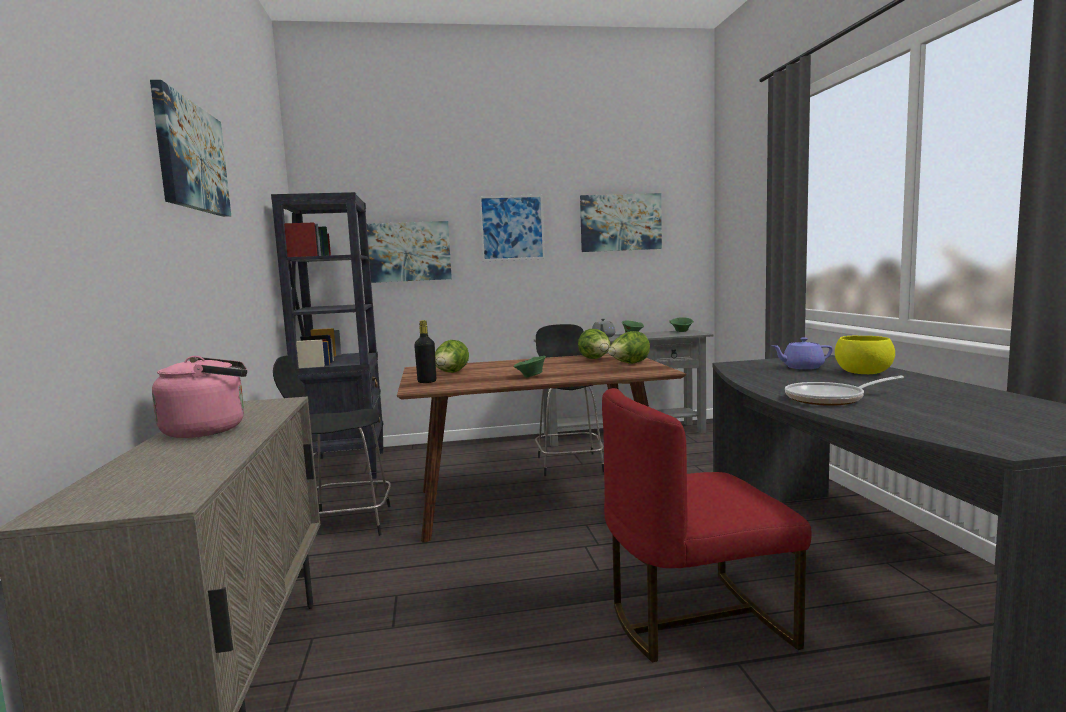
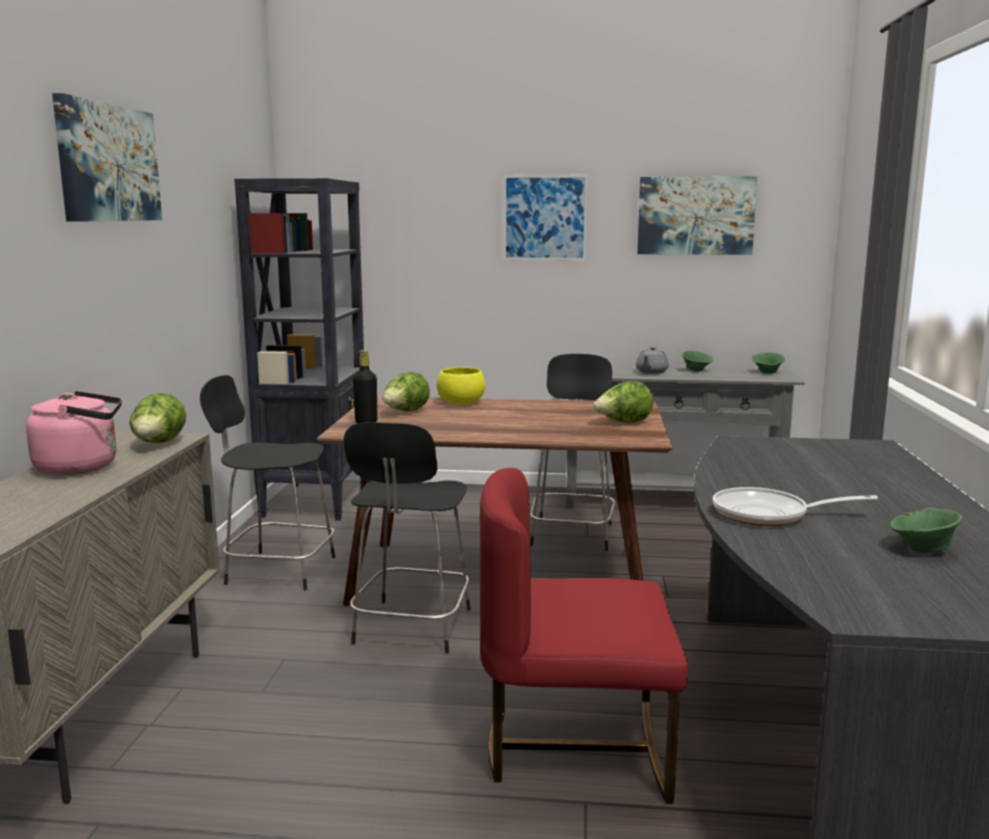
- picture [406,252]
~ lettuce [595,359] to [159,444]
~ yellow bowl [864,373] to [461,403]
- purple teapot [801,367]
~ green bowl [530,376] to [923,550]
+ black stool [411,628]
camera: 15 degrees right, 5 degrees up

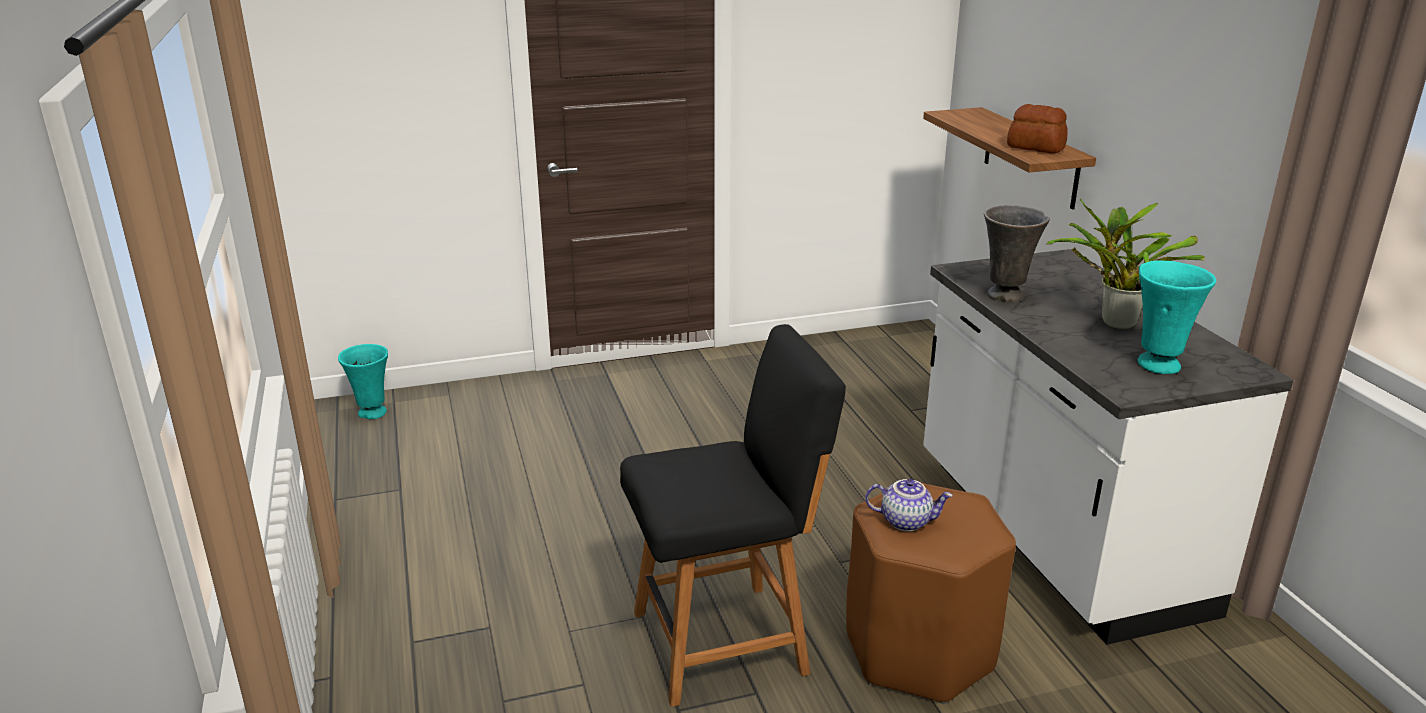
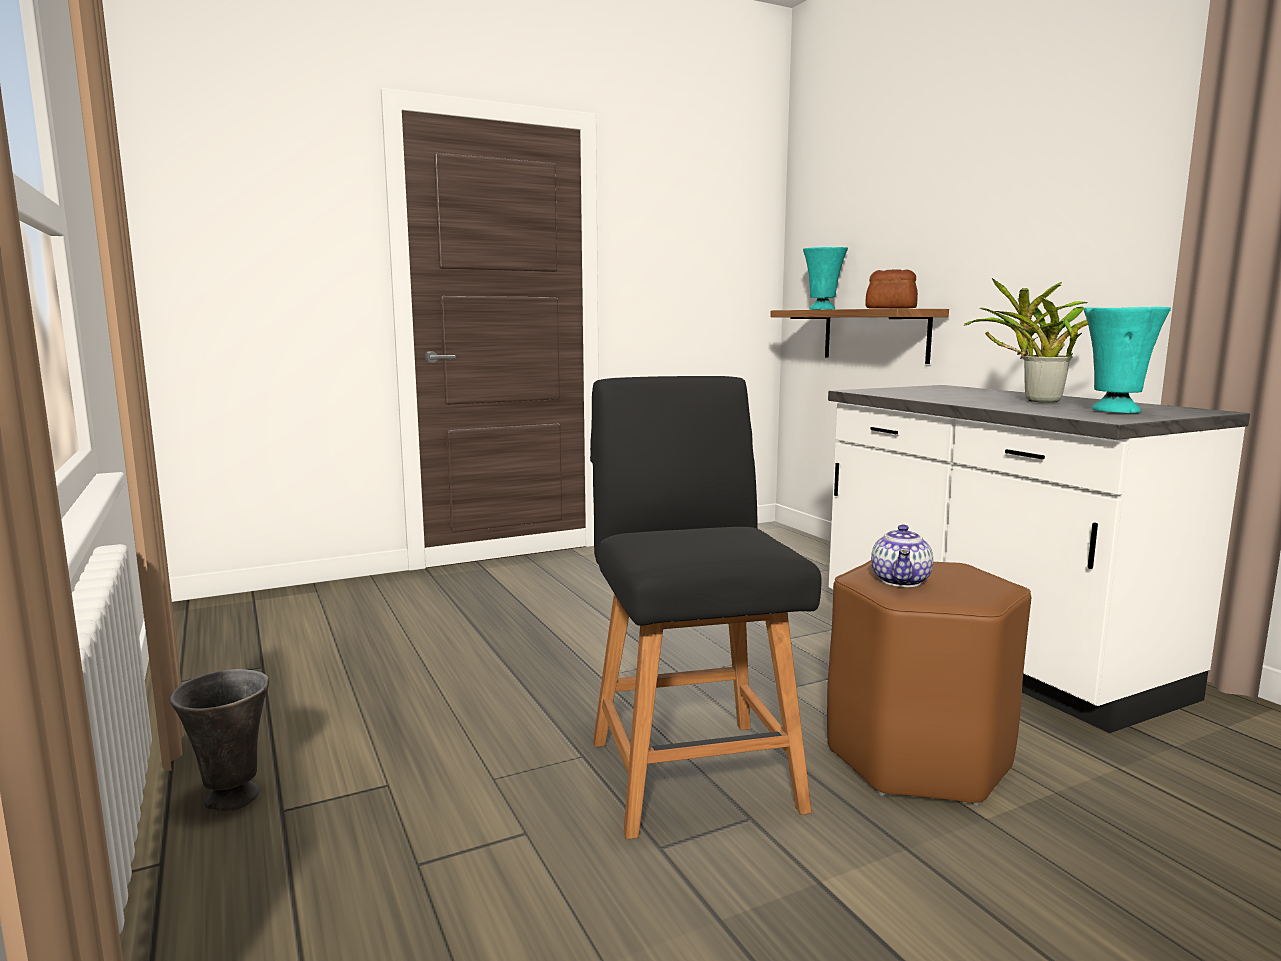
~ grey vase [1006,296] to [232,800]
~ black chair [726,641] = [691,770] 75 degrees counterclockwise
~ turquoise vase [372,413] to [823,309]
~ teapot [906,521] = [902,581] 105 degrees clockwise
camera: 10 degrees left, 15 degrees down

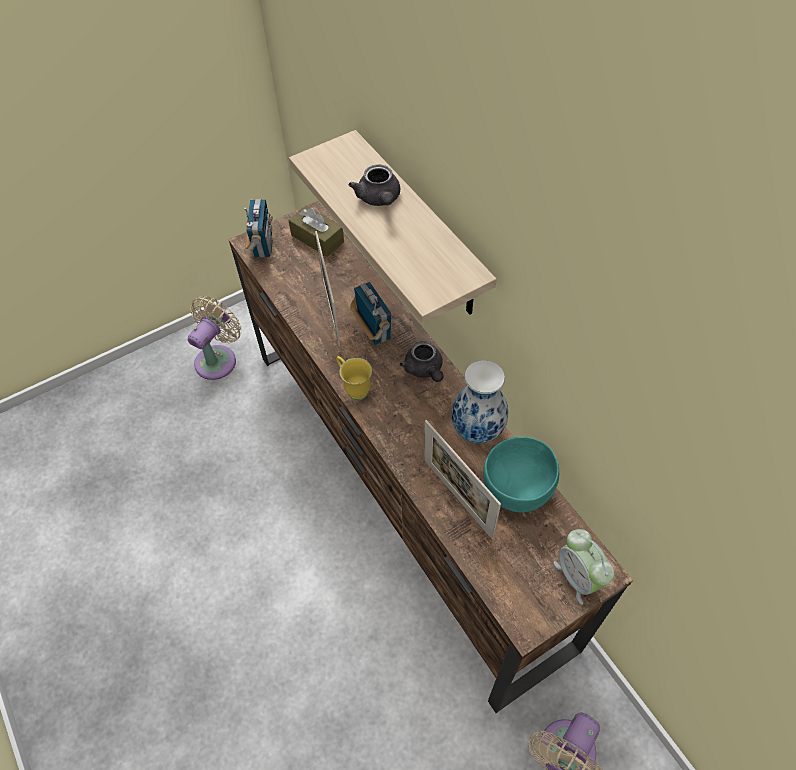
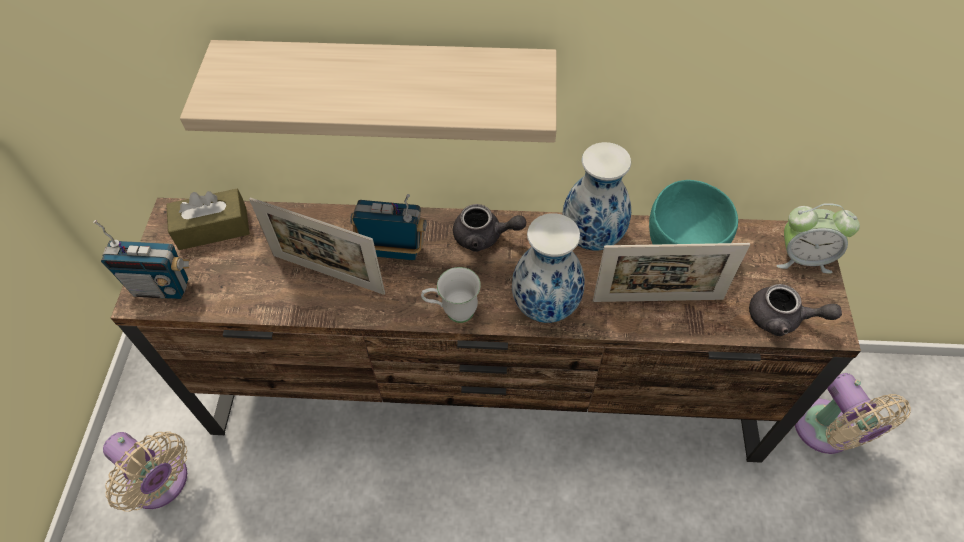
~ grey teapot [379,199] to [782,319]
~ radio [262,246] = [162,287] 150 degrees clockwise
~ beige fan [218,359] = [162,484] 150 degrees clockwise
~ yellow mug [354,388] to white mug [452,312]
+ vase [545,307]
camera: 55 degrees left, 0 degrees up

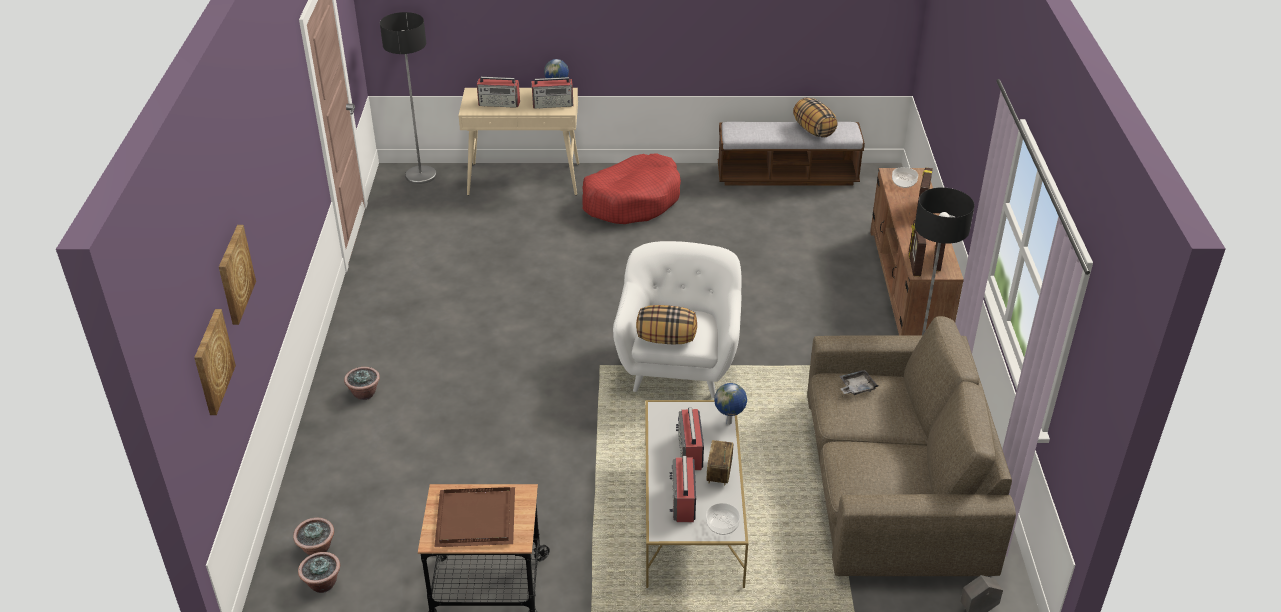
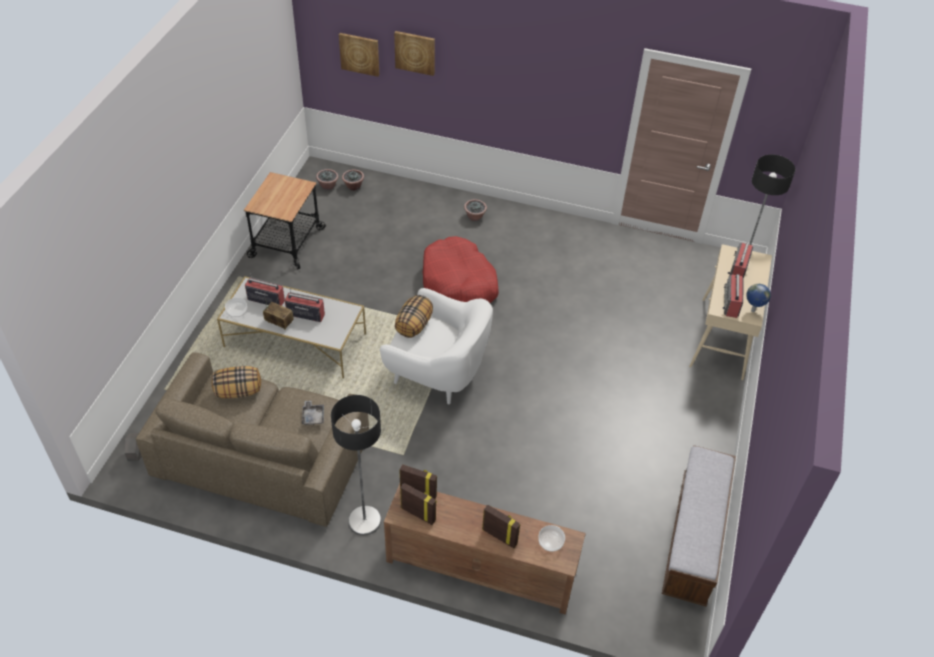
~ pillow [813,130] to [238,391]
~ red dog bed [632,200] to [459,283]
- globe [730,423]
- brown tray [477,517]
camera: 105 degrees right, 10 degrees up

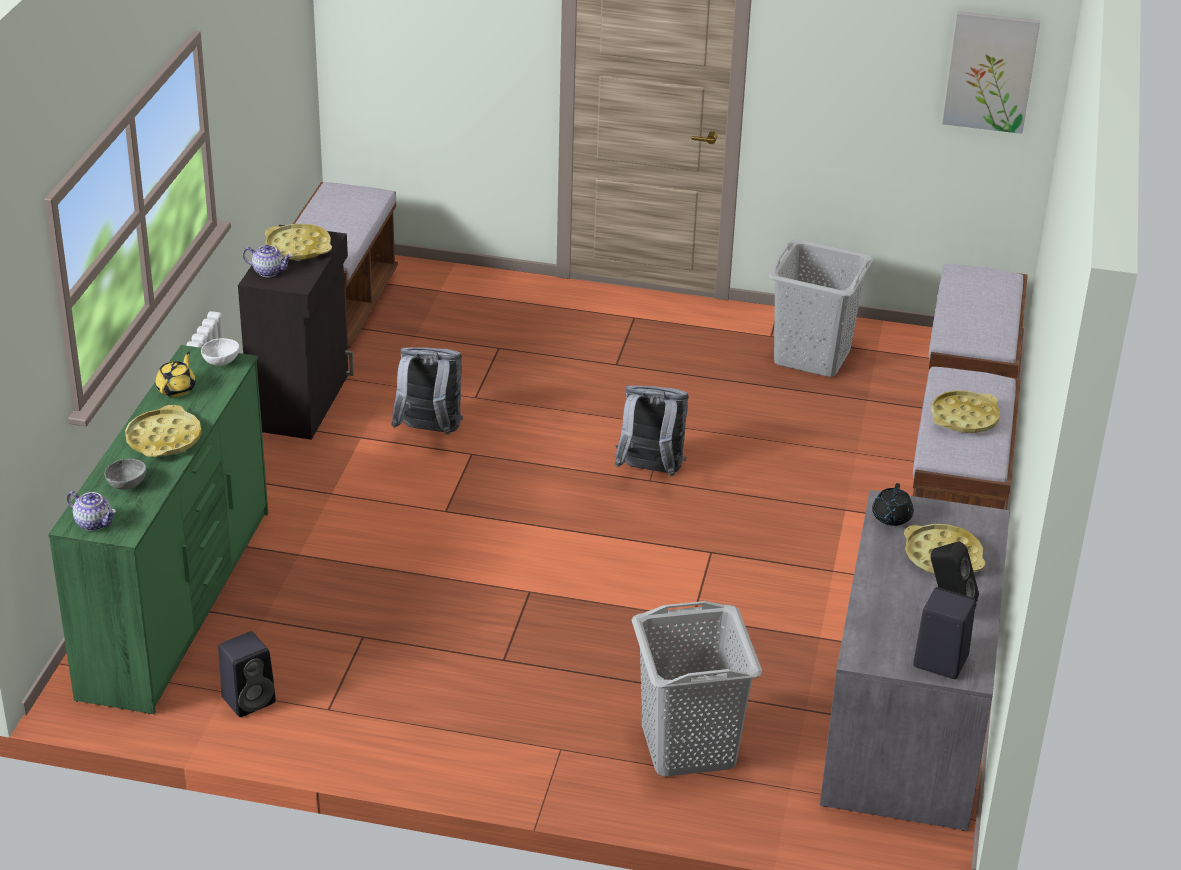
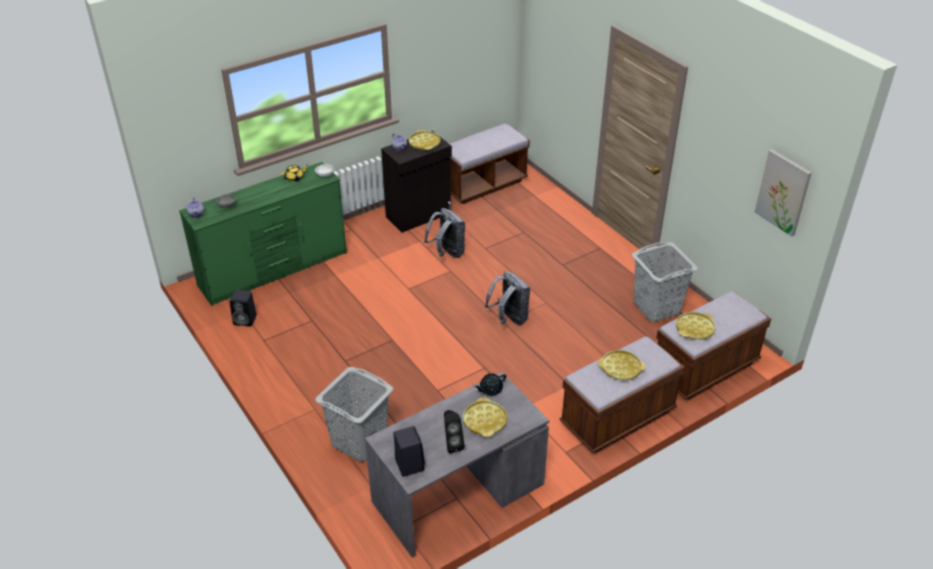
~ yellow tray [164,439] to [695,329]
camera: 45 degrees right, 5 degrees up

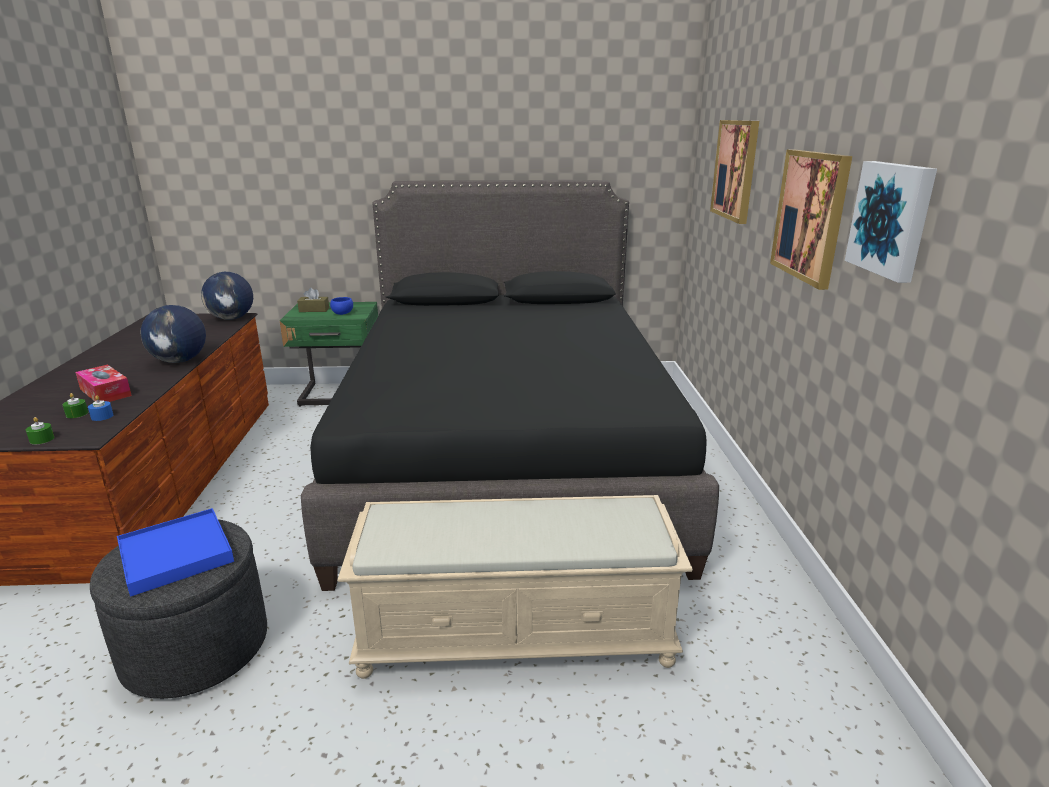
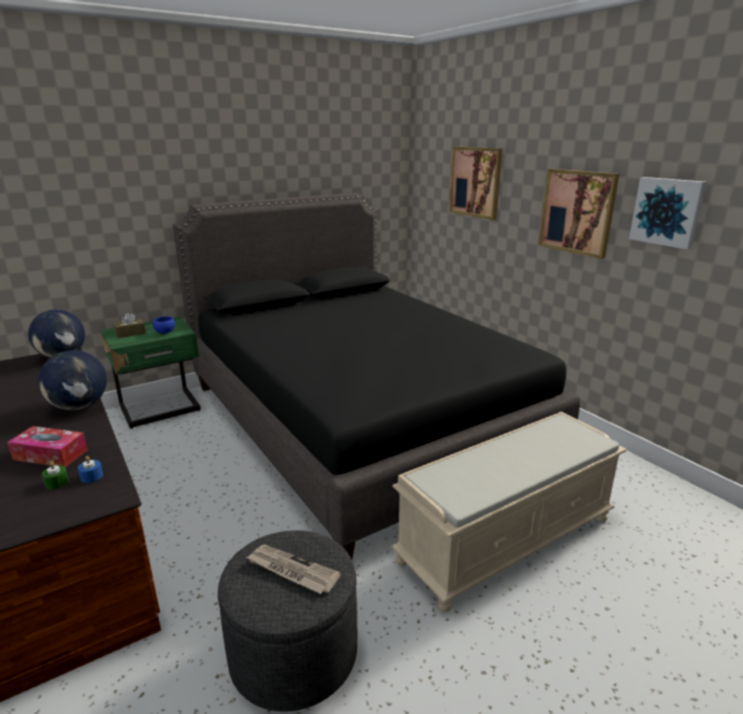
- green candle [42,439]
~ blue tray [175,554] to newspaper [291,571]
camera: 30 degrees left, 0 degrees up

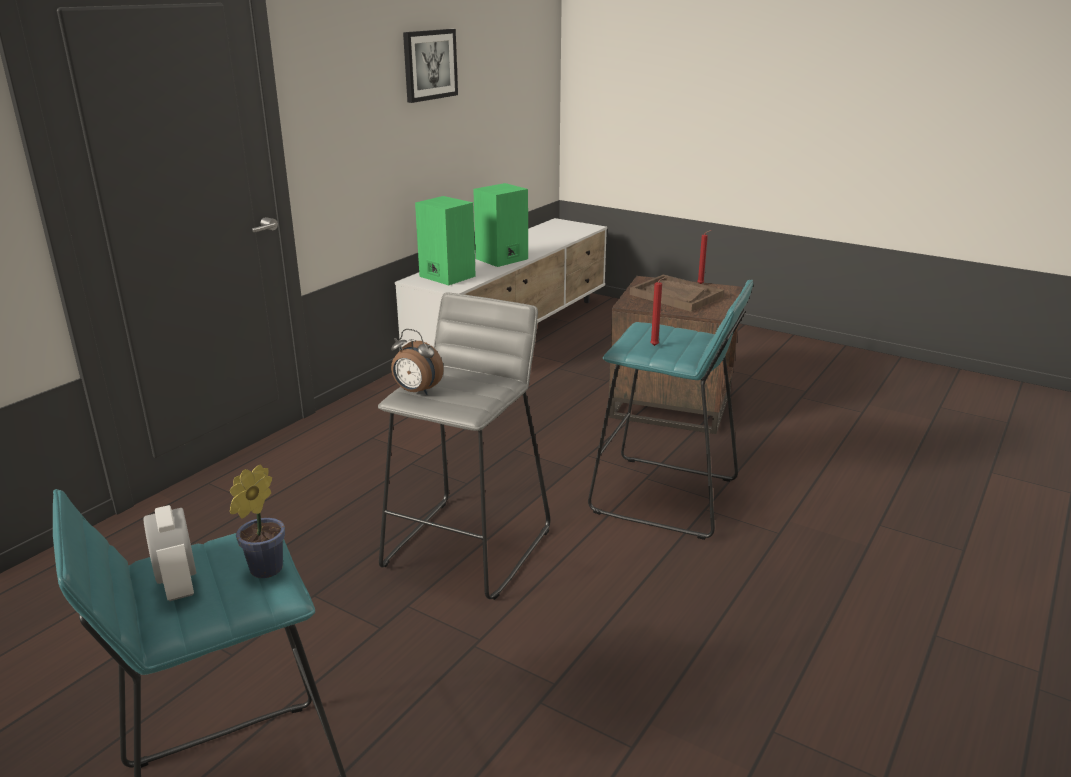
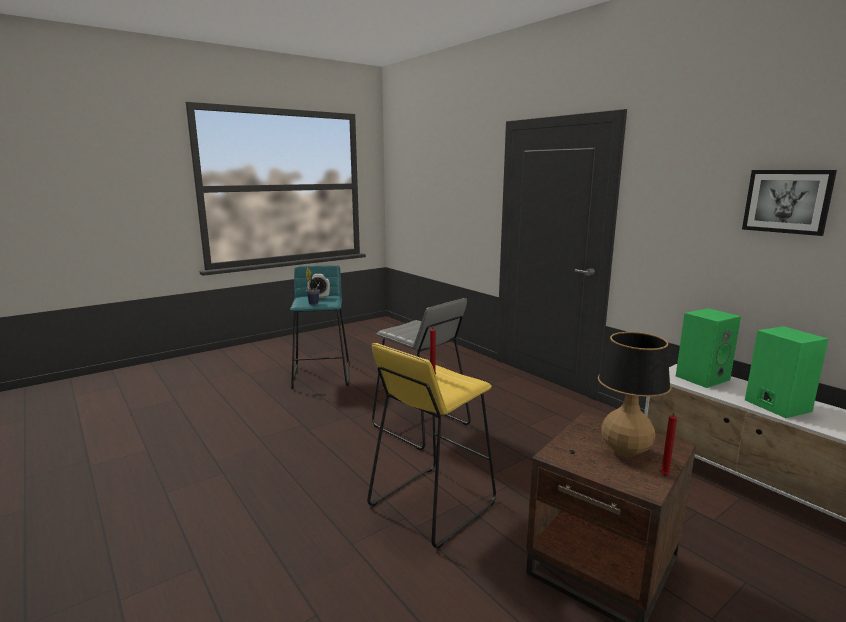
~ brown tray [676,295] to table lamp [617,449]
~ turquoise stool [665,497] to yellow stool [431,504]
- alarm clock [416,391]
camera: 110 degrees right, 10 degrees down

